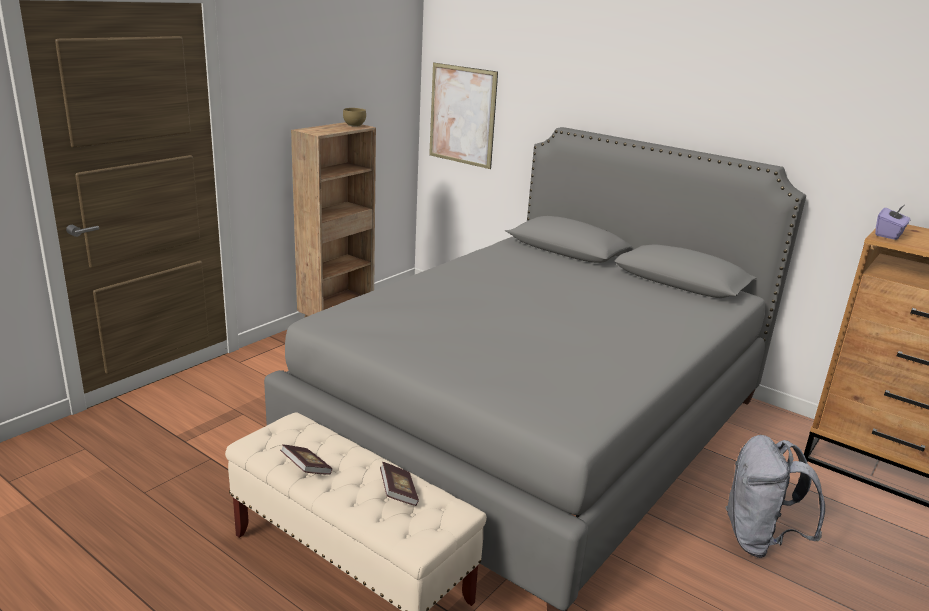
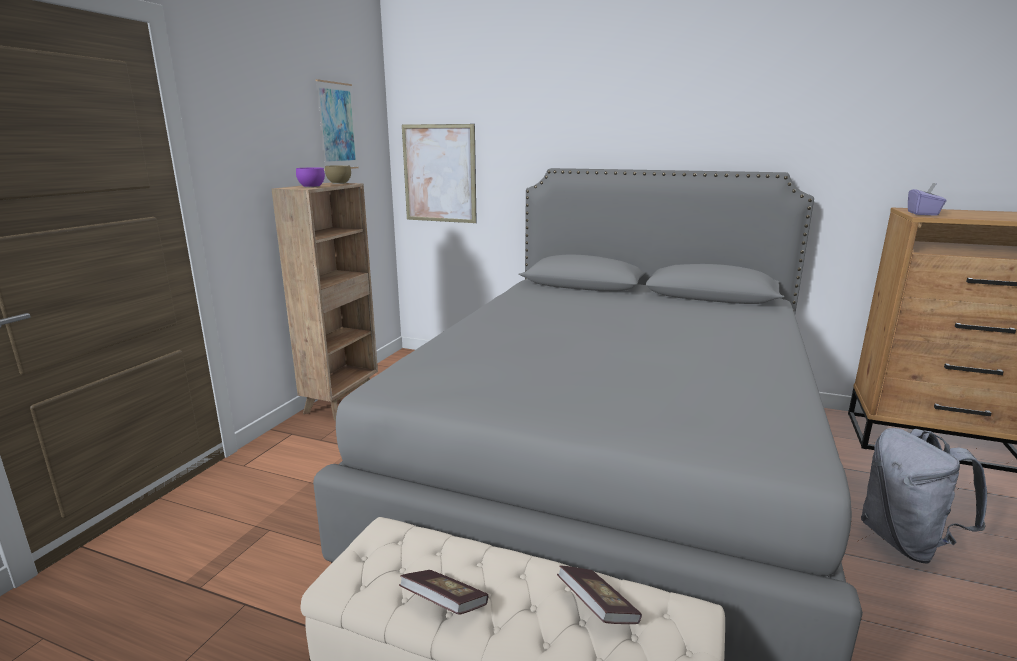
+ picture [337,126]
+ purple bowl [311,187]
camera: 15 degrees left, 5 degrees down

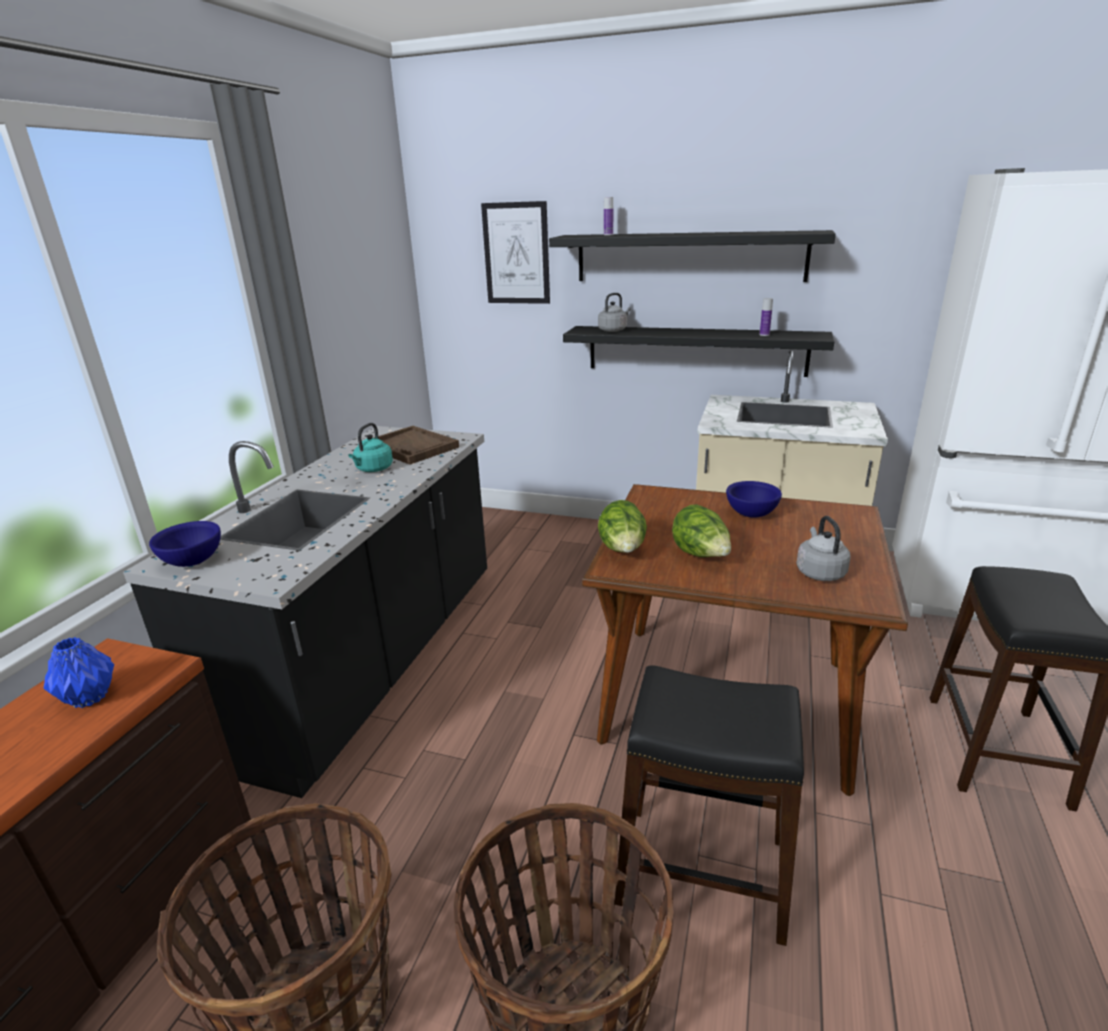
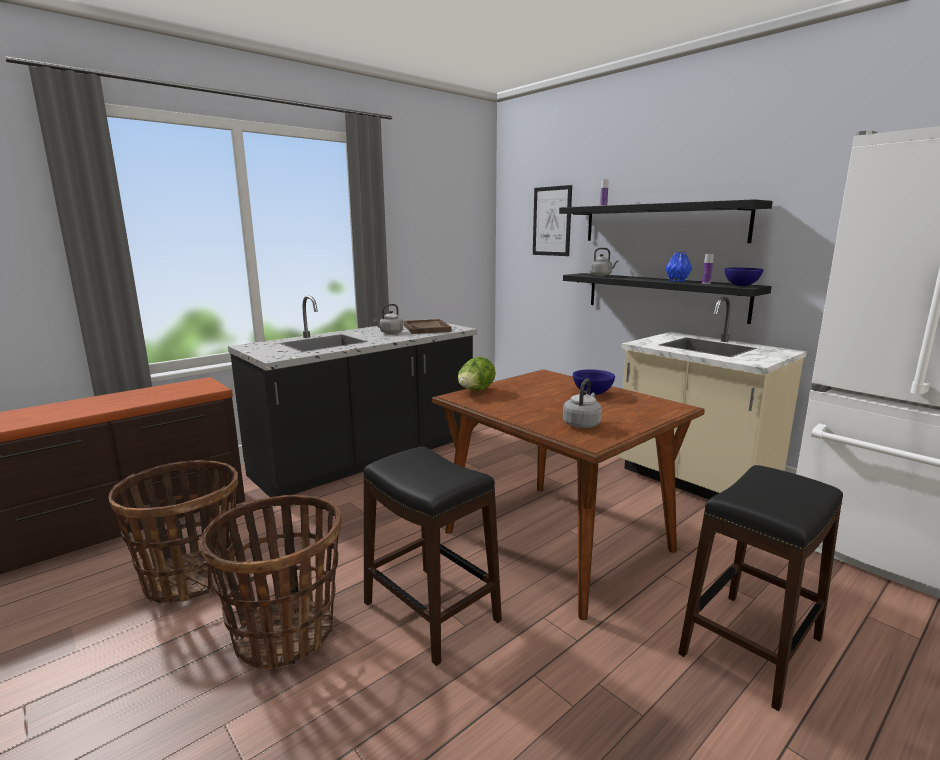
~ turquoise kettle [373,469] to grey kettle [390,333]
- lettuce [701,555]
~ blue bowl [192,562] to [740,285]
~ blue vase [91,697] to [677,281]
camera: 30 degrees right, 10 degrees down

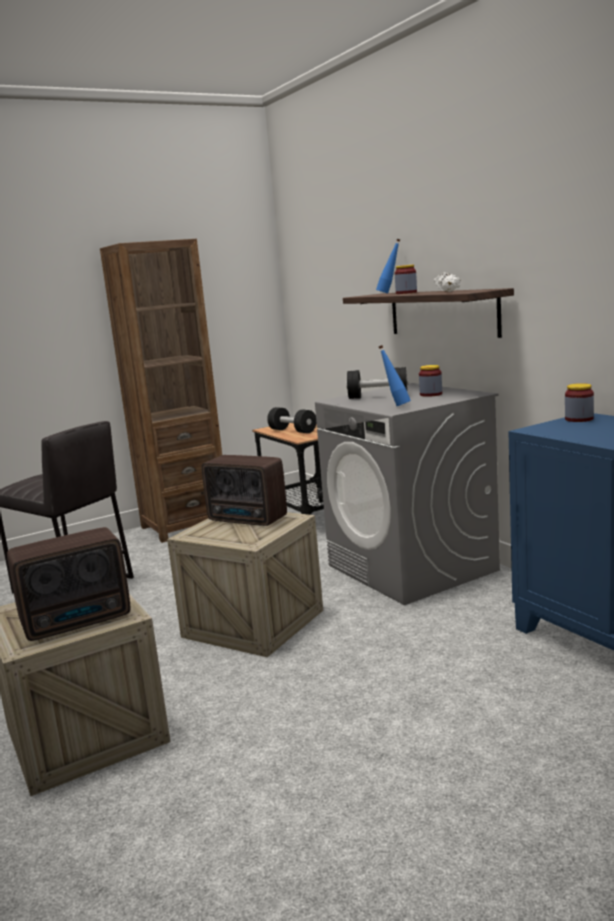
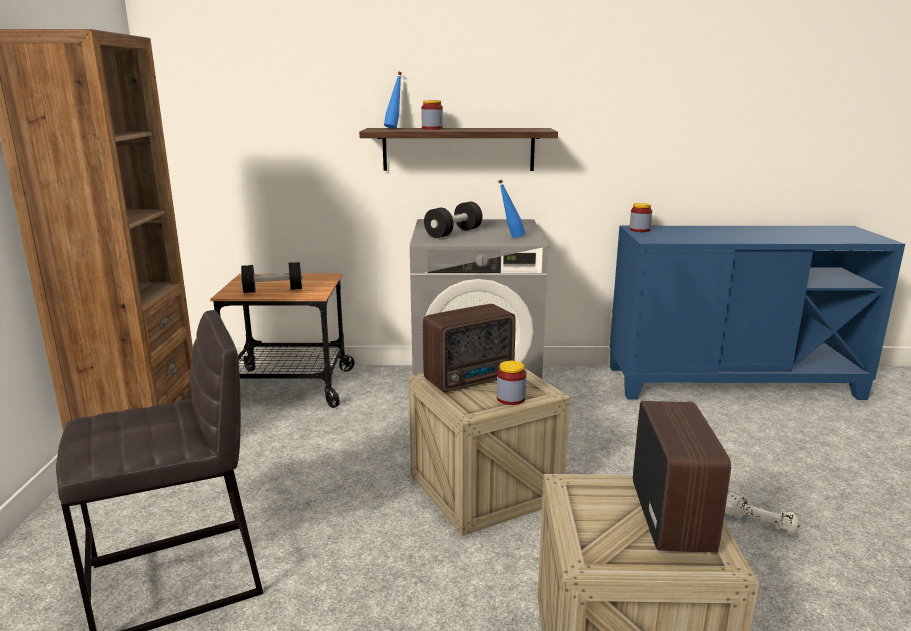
~ white dumbbell [447,291] to [758,522]
~ jar [431,394] to [511,399]
camera: 60 degrees left, 5 degrees up

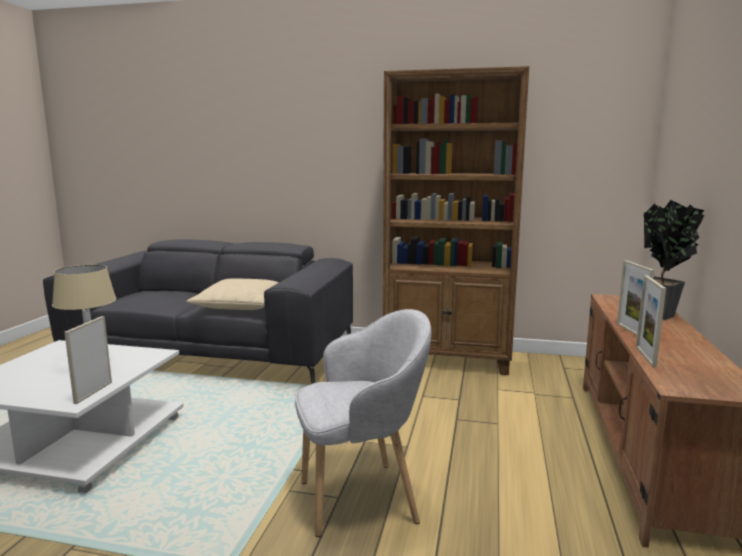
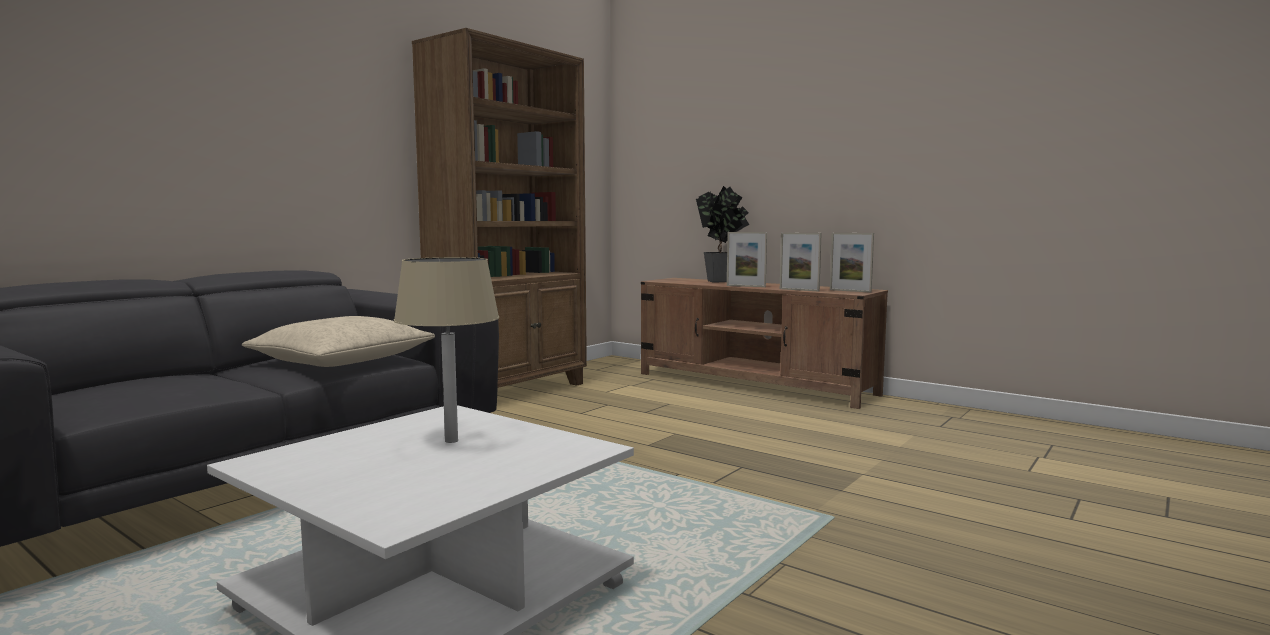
- grey armchair [362,498]
~ picture frame [93,392] to [850,291]
camera: 65 degrees left, 5 degrees down

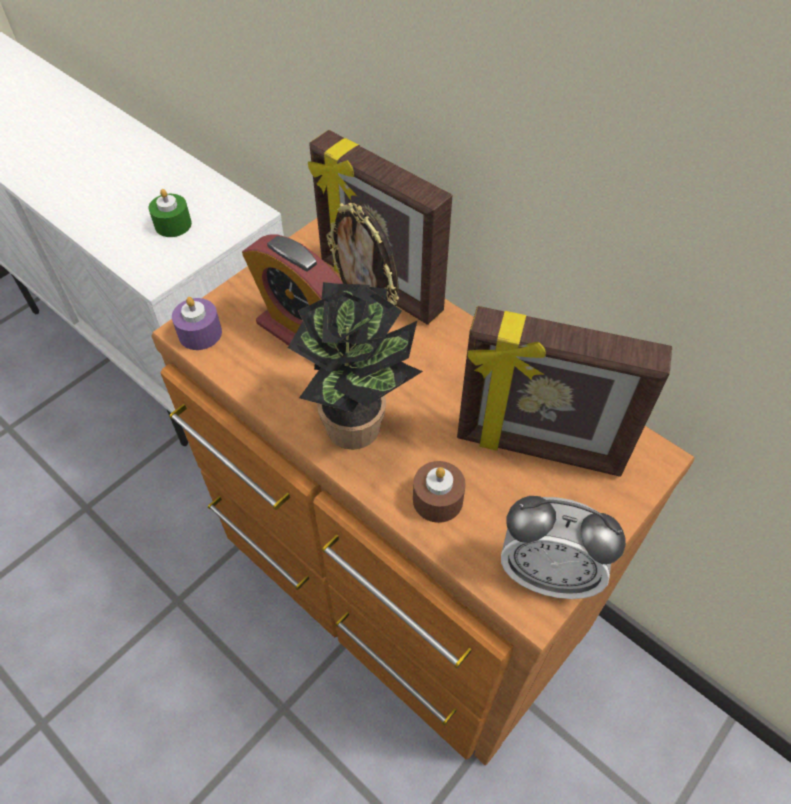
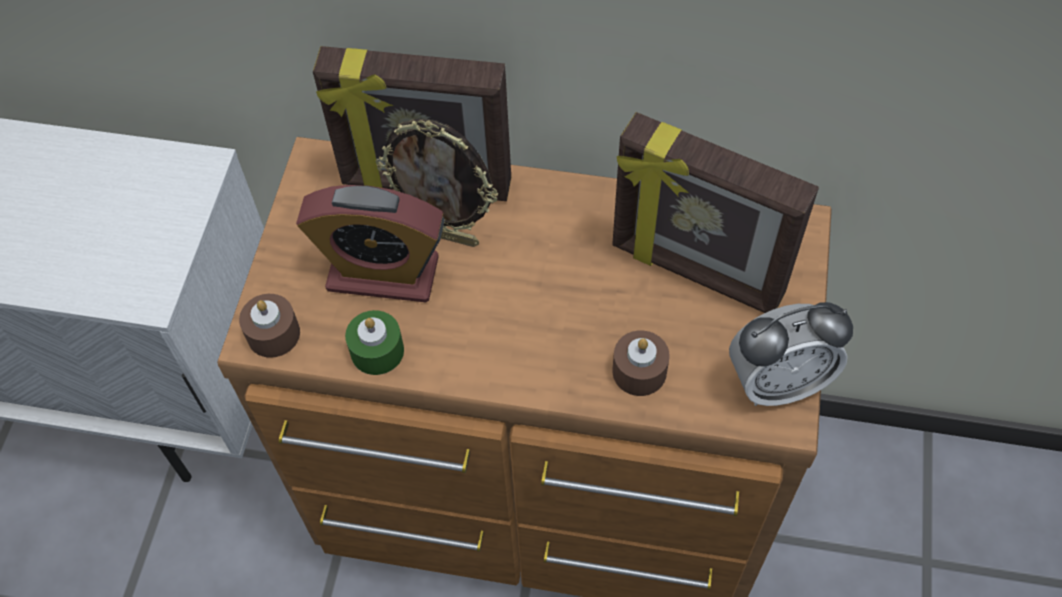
~ green candle [173,224] to [377,351]
- potted plant [361,430]
~ purple candle [200,333] to brown candle [273,334]
~ picture frame [538,449] = [695,272] 45 degrees clockwise
camera: 30 degrees left, 5 degrees up

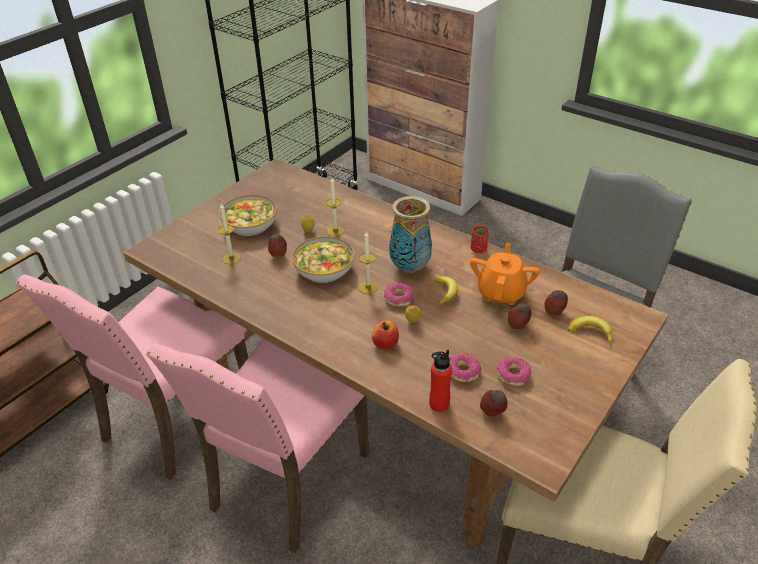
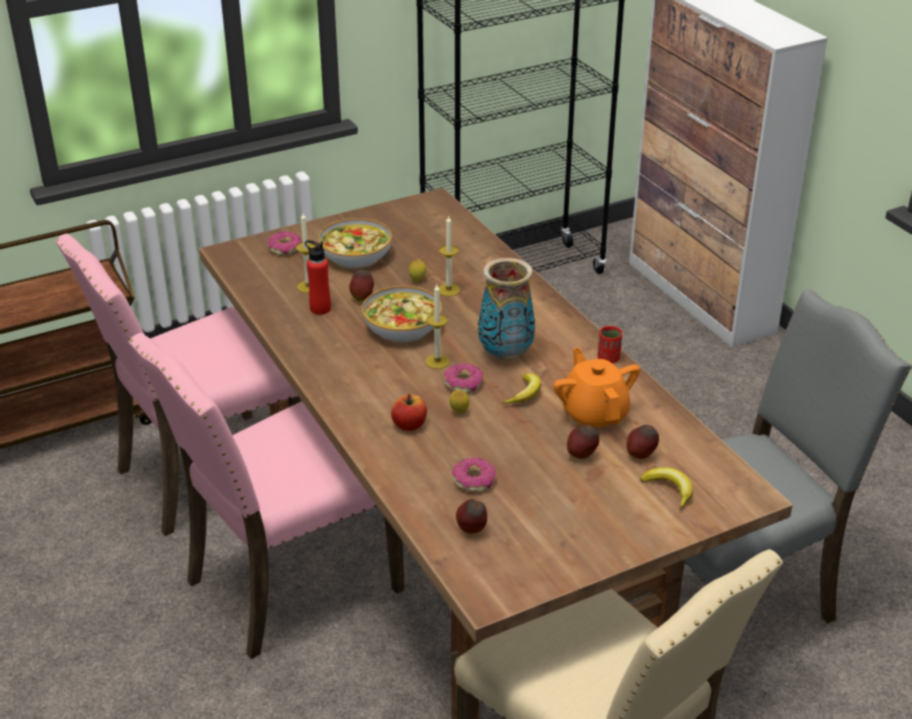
~ orange teapot [501,292] = [594,414] 60 degrees counterclockwise
~ red bottle [439,404] to [320,308]
~ donut [513,375] to [285,248]
camera: 25 degrees right, 5 degrees down

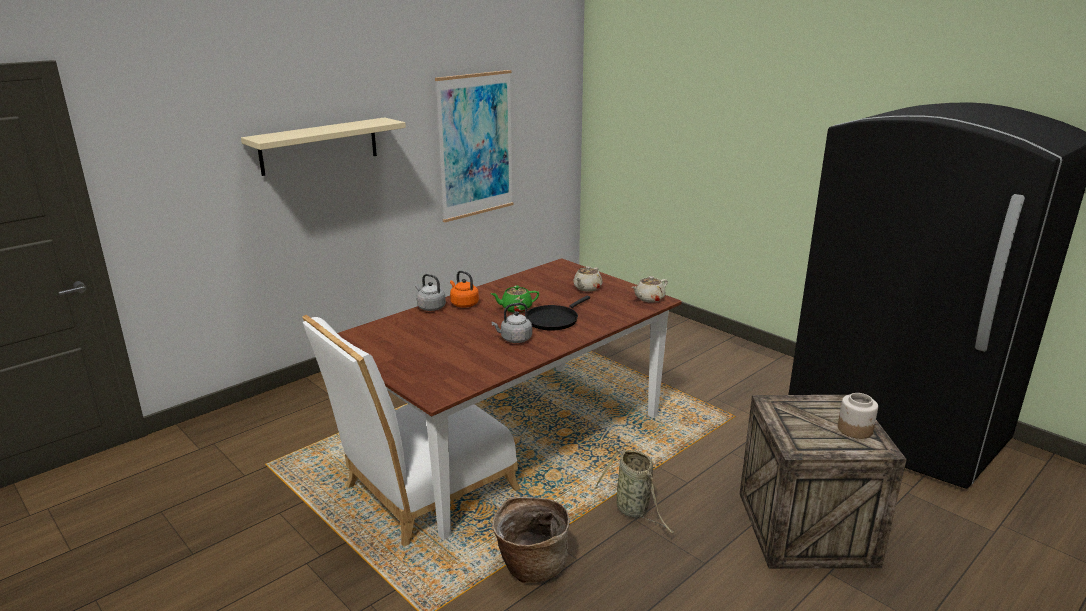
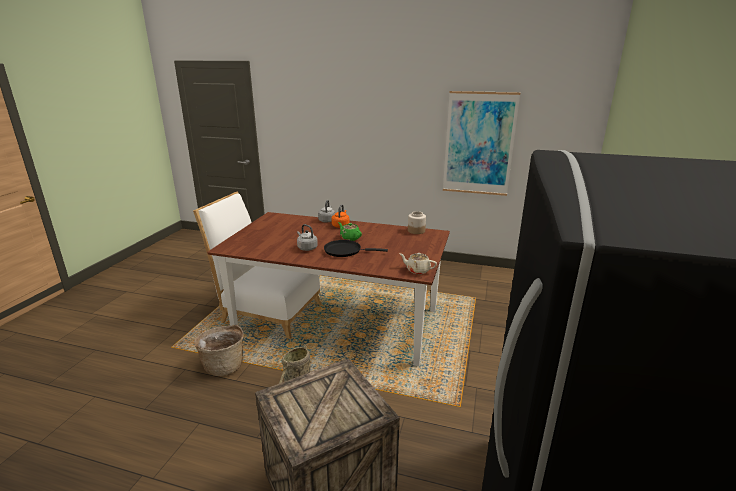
- beige shelf [319,146]
- beige teapot [587,288]
~ jar [855,429] to [416,231]
camera: 60 degrees right, 0 degrees up

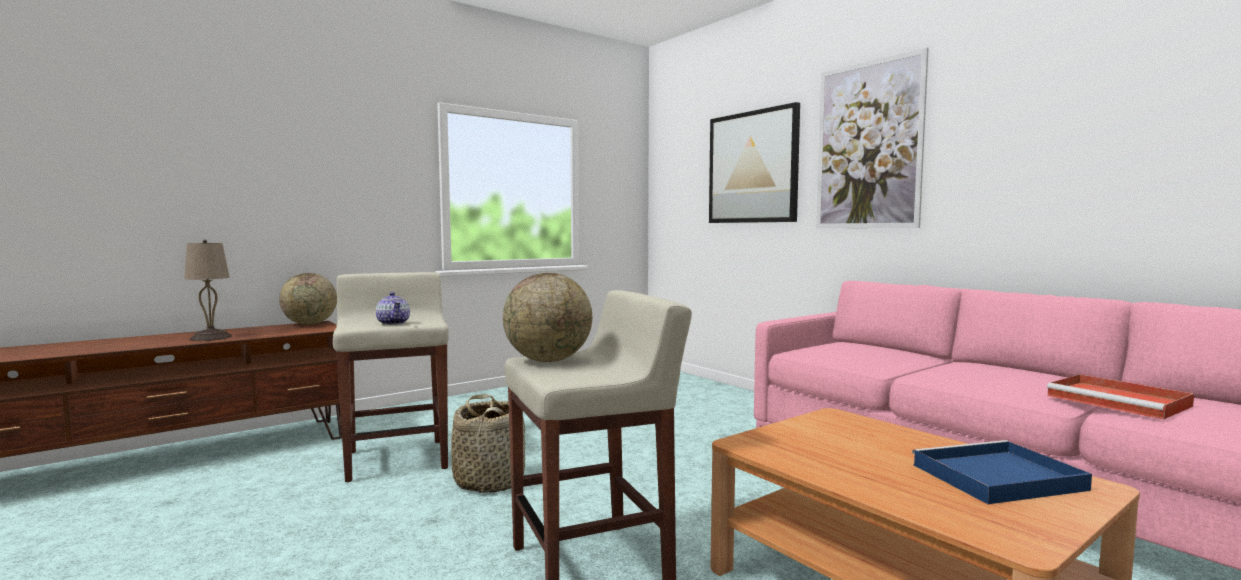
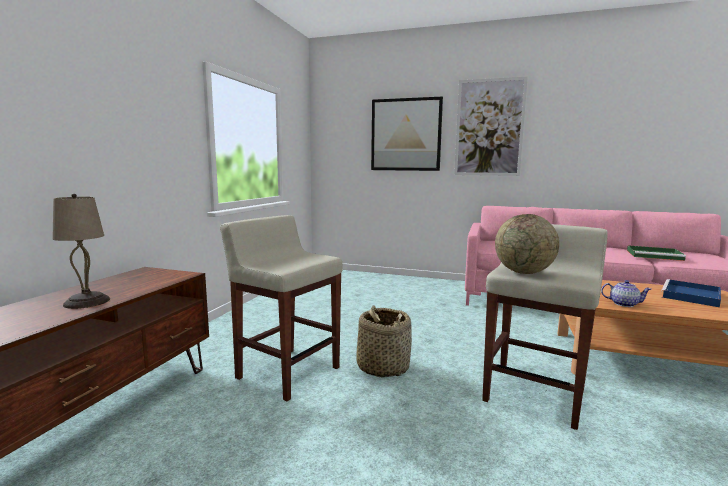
- globe [310,324]
~ teapot [393,323] to [623,304]
~ red tray [1120,401] to green tray [655,255]
camera: 35 degrees left, 5 degrees up

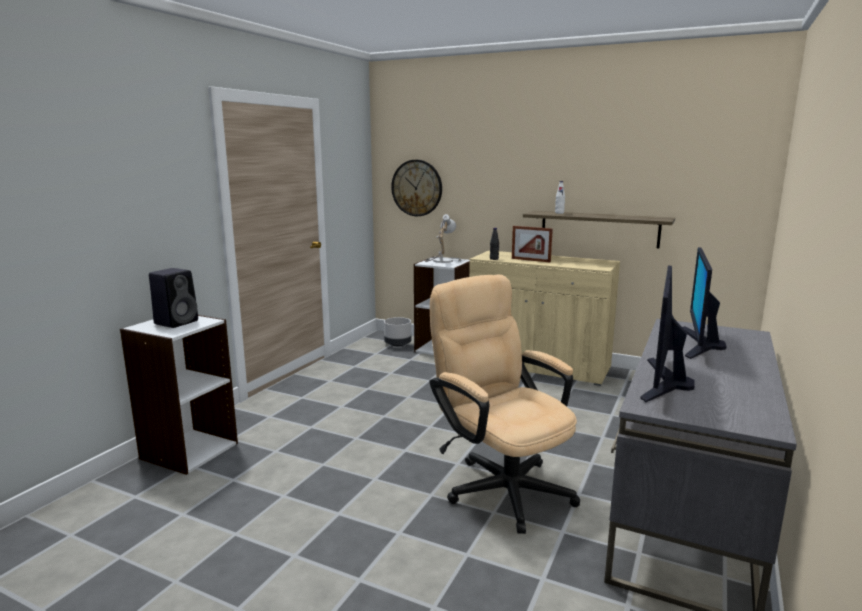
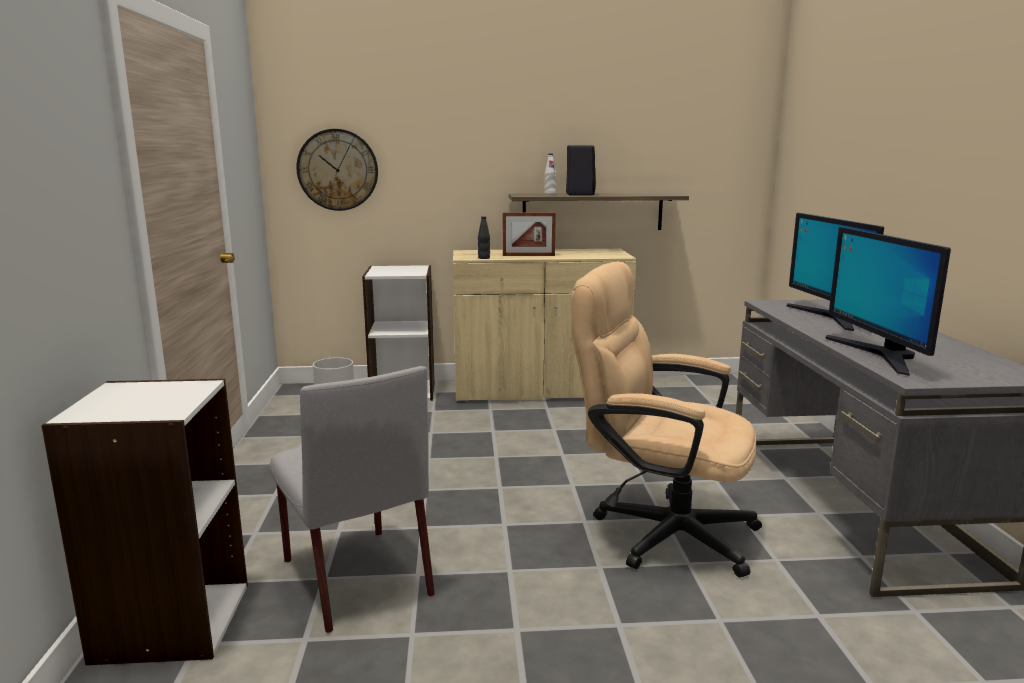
- table lamp [441,260]
~ black speaker [177,322] to [579,194]
+ grey chair [355,576]
camera: 30 degrees left, 0 degrees up

